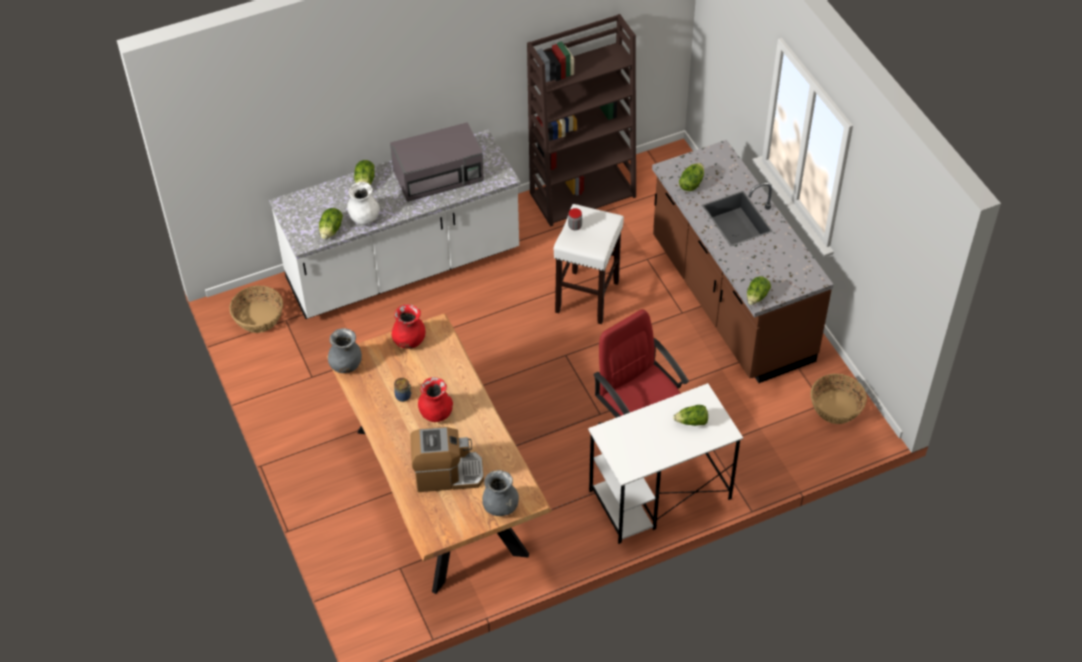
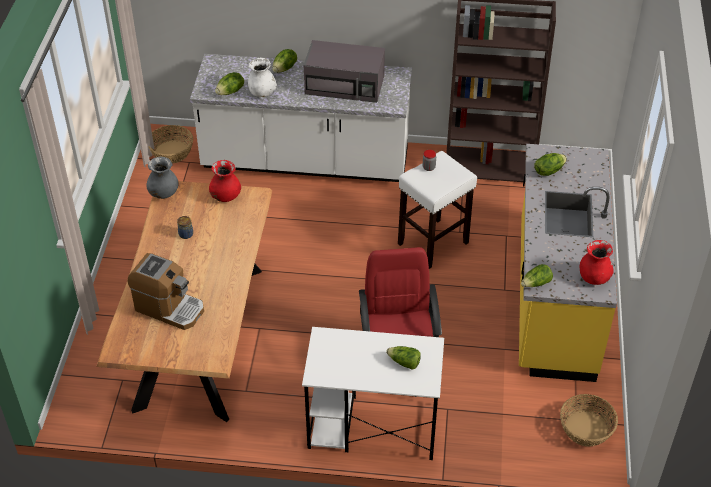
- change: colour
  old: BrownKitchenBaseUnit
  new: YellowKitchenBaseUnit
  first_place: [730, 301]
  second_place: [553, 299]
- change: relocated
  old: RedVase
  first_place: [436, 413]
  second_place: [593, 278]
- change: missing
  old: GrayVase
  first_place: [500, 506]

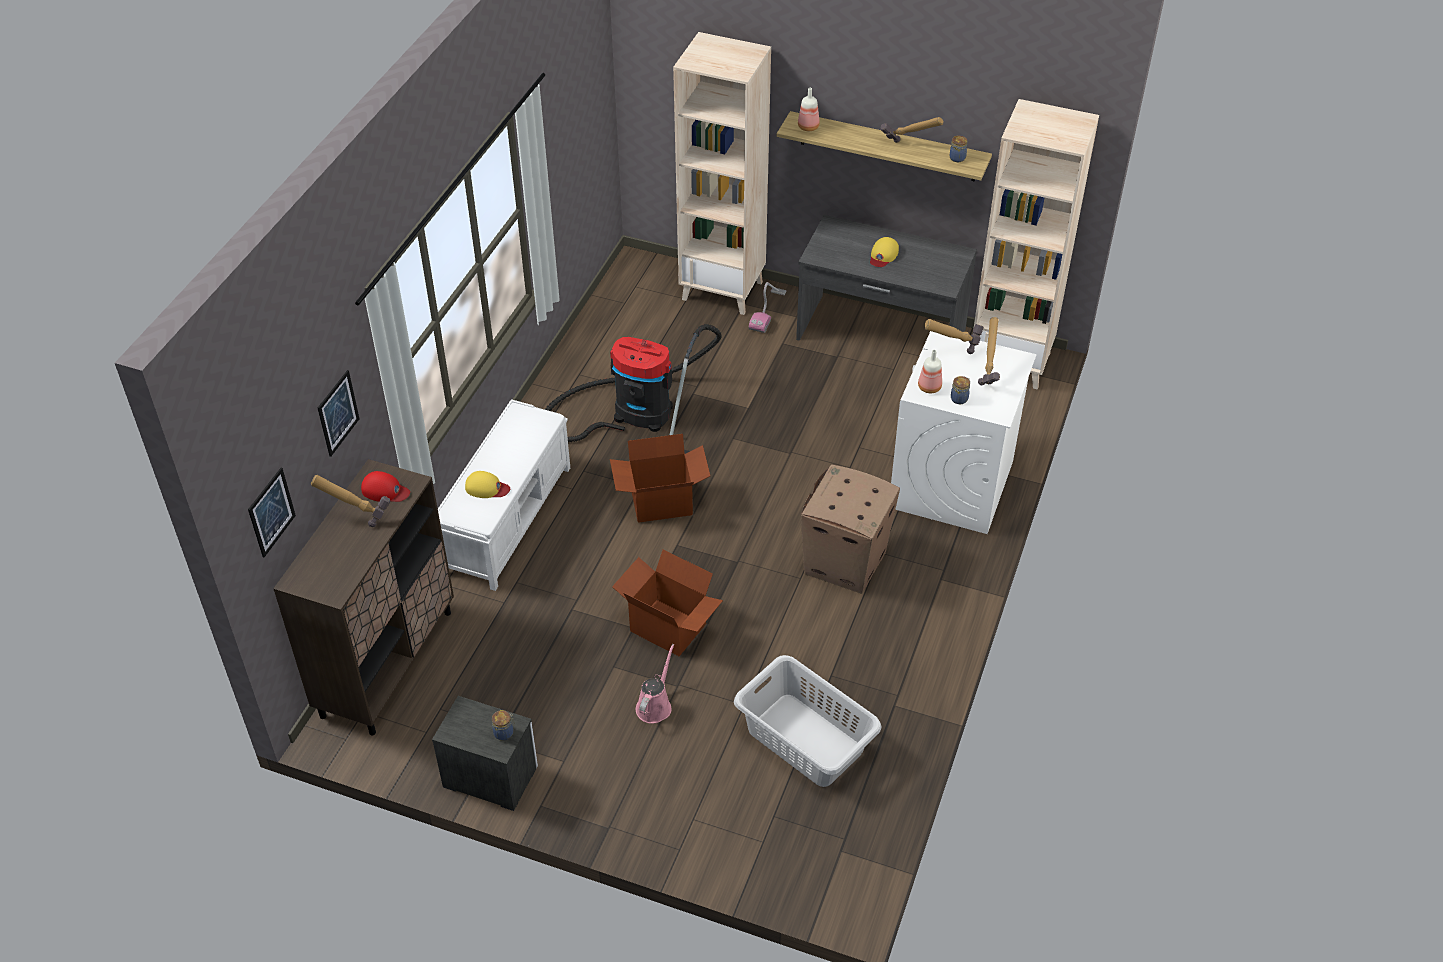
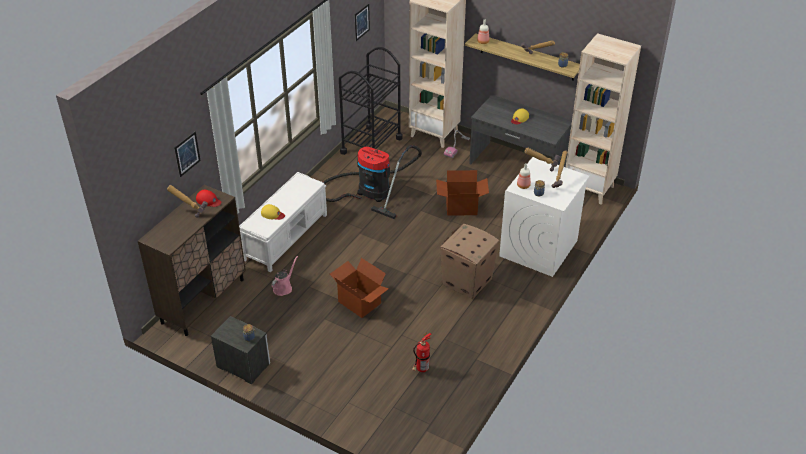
- change: relocated
  old: CardboardBox
  first_place: [661, 503]
  second_place: [461, 207]
- change: relocated
  old: Picture
  first_place: [271, 512]
  second_place: [362, 22]
- change: relocated
  old: PinkColouredWateringCan
  first_place: [655, 705]
  second_place: [284, 287]
- change: exchanged
  old: GrayWashingBasket
  new: FireExtinguisher
  first_place: [805, 739]
  second_place: [421, 369]
- change: appeared
  new: BlackWheeledCart
  second_place: [371, 145]

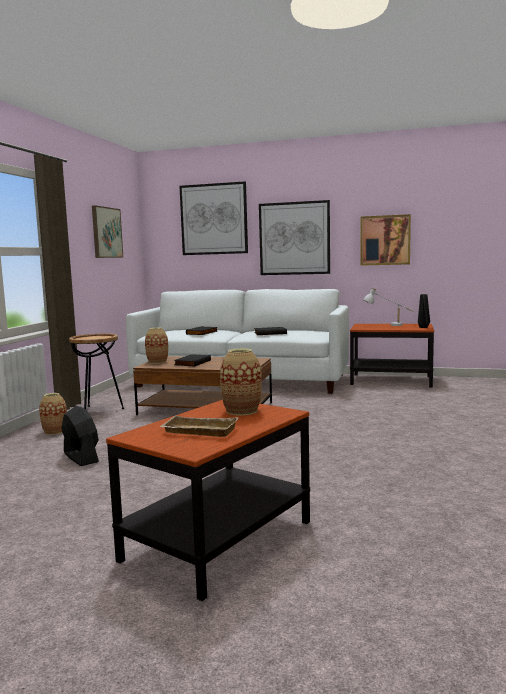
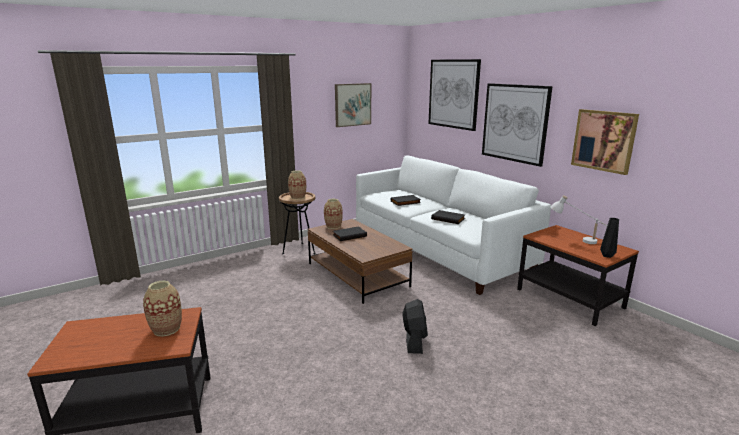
- change: relocated
  old: Vase
  first_place: [54, 431]
  second_place: [298, 197]
- change: relocated
  old: BlackFan
  first_place: [81, 457]
  second_place: [414, 340]
- change: missing
  old: BeigeServingTray
  first_place: [198, 431]

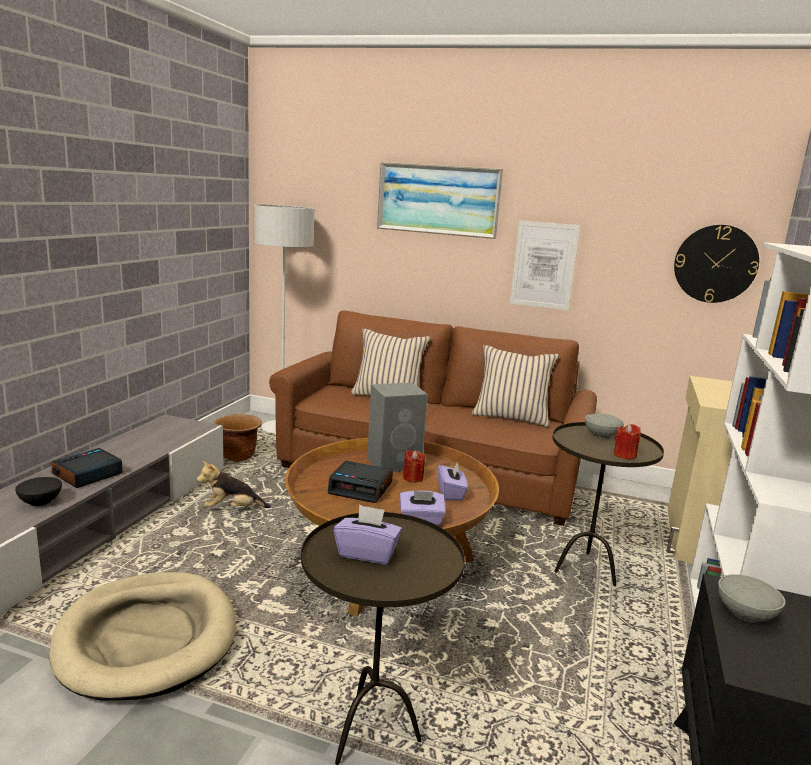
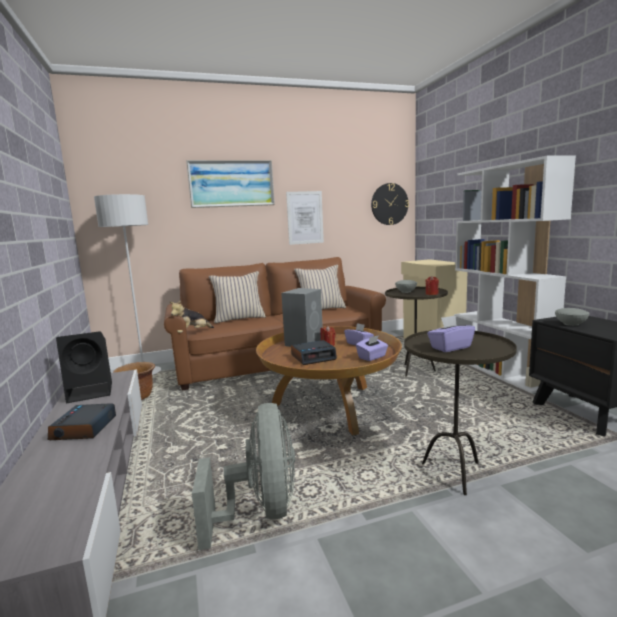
- change: relocated
  old: PlushToy
  first_place: [232, 509]
  second_place: [192, 333]
- change: missing
  old: BlackBowl
  first_place: [40, 501]
- change: exchanged
  old: BeigeDogCushion
  new: GrayFan
  first_place: [147, 638]
  second_place: [261, 511]
- change: appeared
  new: BlackAudioSpeaker
  second_place: [92, 392]

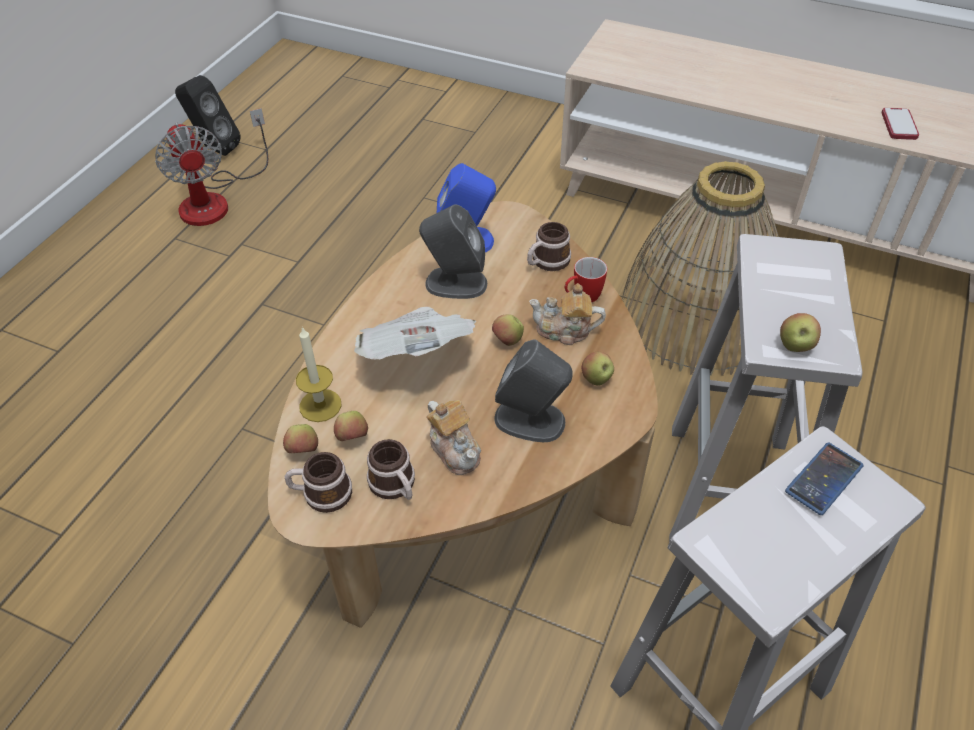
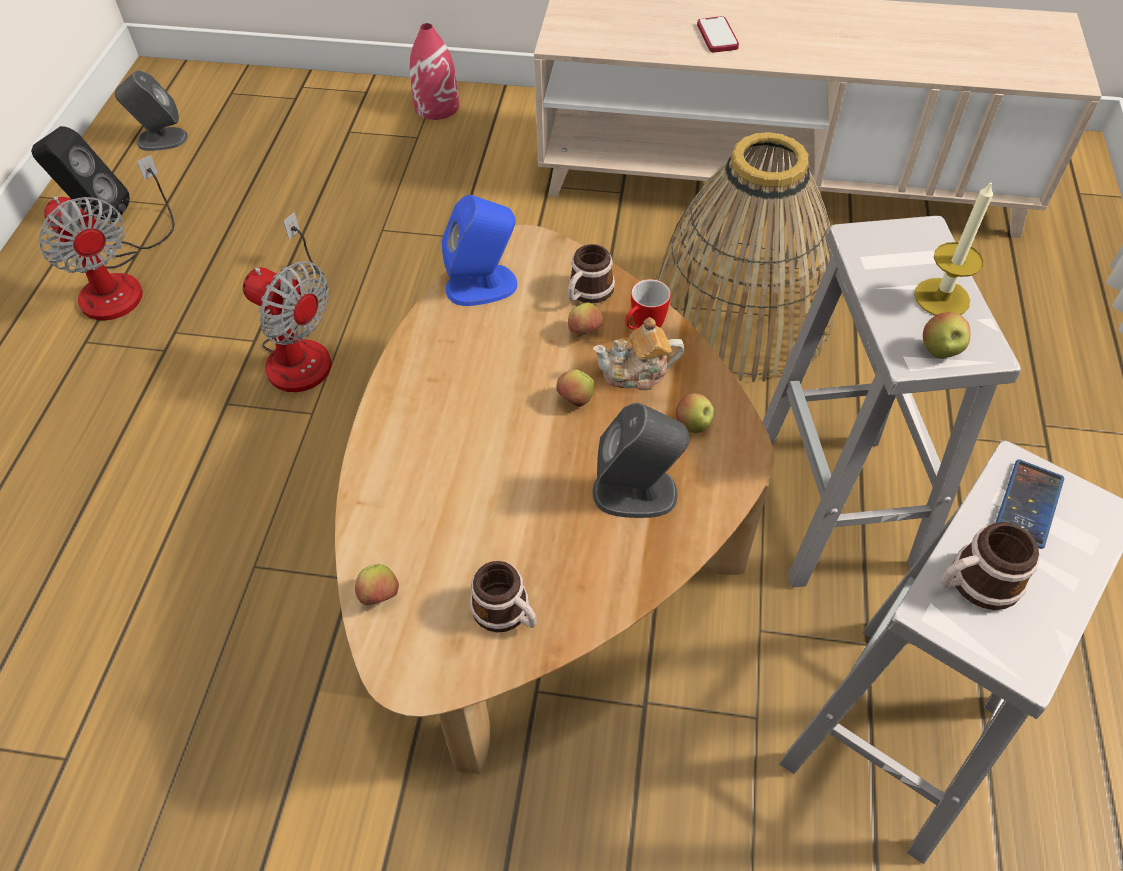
- change: relocated
  old: Handset
  first_place: [899, 125]
  second_place: [717, 36]
- change: relocated
  old: GrayAudioSpeaker
  first_place: [455, 283]
  second_place: [161, 139]
- change: missing
  old: DailyPaper
  first_place: [416, 354]
- change: relocated
  old: WaxCandle
  first_place: [320, 405]
  second_place: [942, 298]
- change: missing
  old: TeaPot
  first_place: [455, 449]
- change: relocated
  old: WholeApple
  first_place: [352, 438]
  second_place: [585, 333]
- change: relocated
  old: CoffeeMug
  first_place: [321, 493]
  second_place: [975, 583]
- change: appeared
  new: RedVase
  second_place: [437, 106]
- change: appeared
  new: Fan
  second_place: [301, 348]

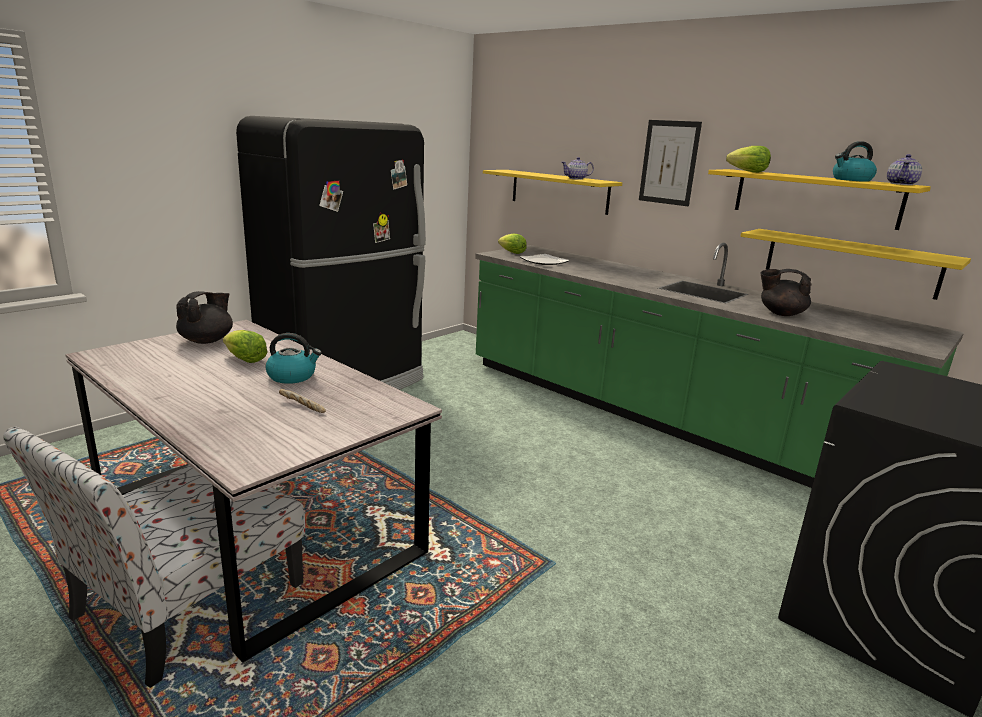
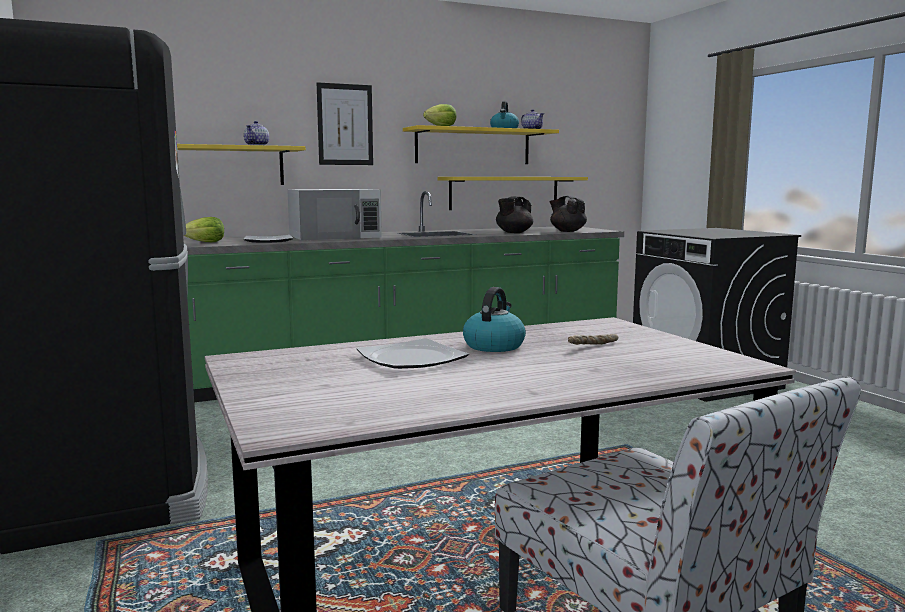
- change: relocated
  old: BlackTeaPot
  first_place: [207, 340]
  second_place: [567, 231]
- change: exchanged
  old: Lettuce
  new: FlatDish
  first_place: [245, 360]
  second_place: [413, 359]
- change: appeared
  new: WhitishMicrowaveOven
  second_place: [335, 236]

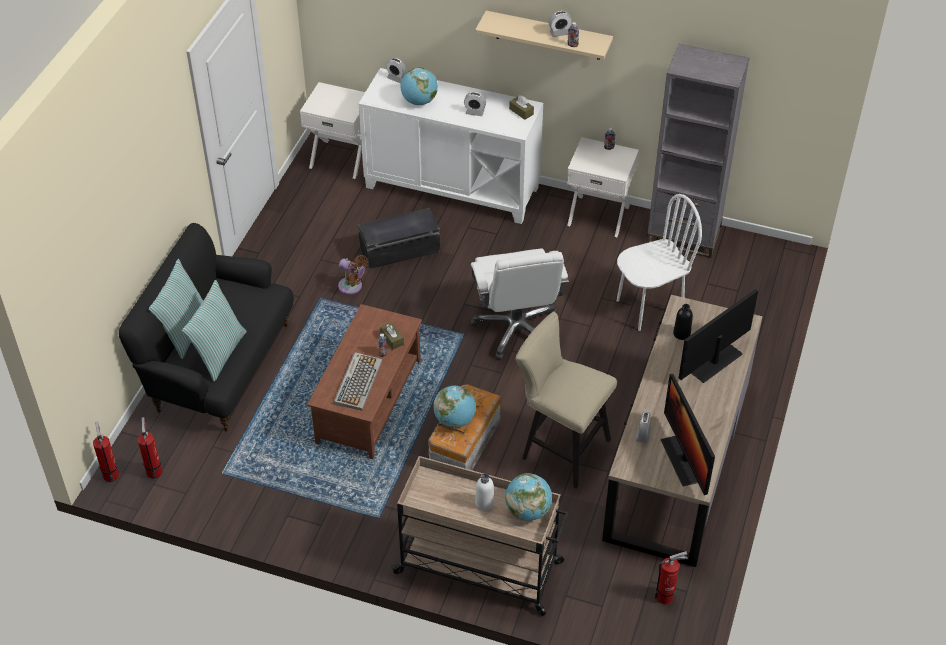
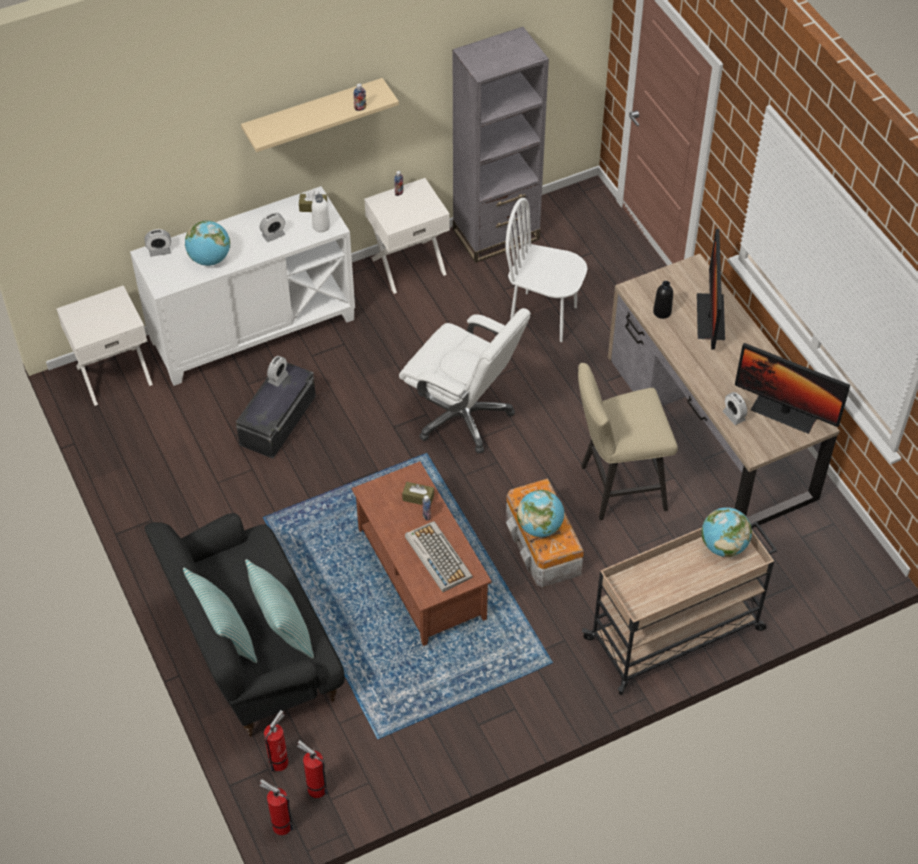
- change: relocated
  old: BedsideClock
  first_place: [559, 33]
  second_place: [278, 378]
- change: spun
  old: WhitishChair
  first_place: [649, 307]
  second_place: [543, 317]
  degrees: -90
- change: missing
  old: BrownFan
  first_place: [352, 287]
- change: relocated
  old: WhitishBottle
  first_place: [484, 503]
  second_place: [321, 226]
- change: relocated
  old: FireExtinguisher
  first_place: [667, 596]
  second_place: [280, 760]

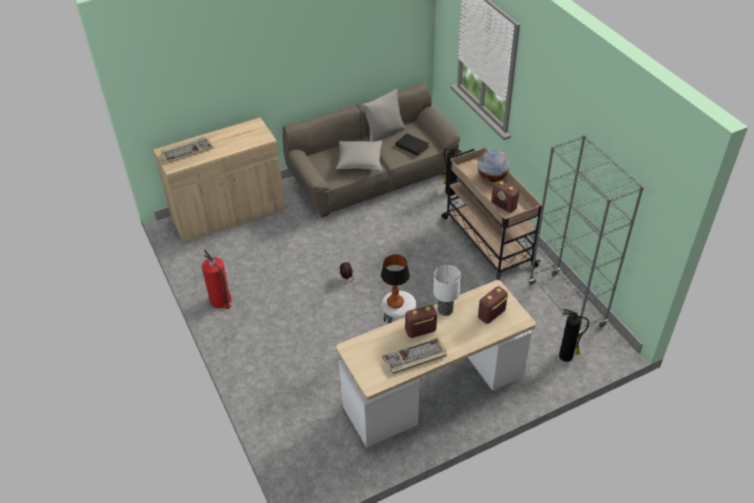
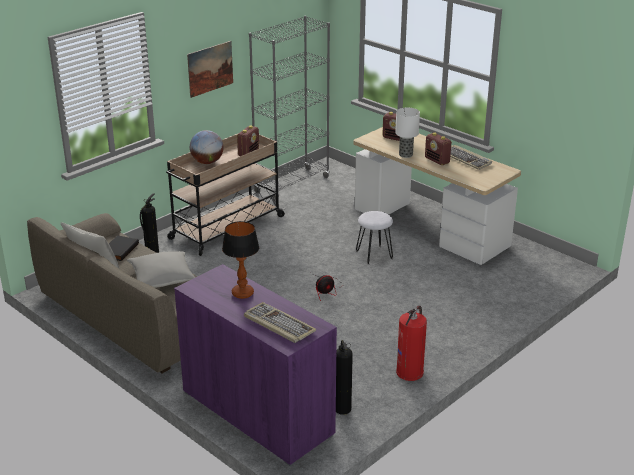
- change: colour
  old: BeigeCabinet
  new: PurpleColouredCabinet
  first_place: [228, 214]
  second_place: [257, 413]
- change: relocated
  old: TableLamp
  first_place: [395, 303]
  second_place: [243, 293]
- change: relocated
  old: FireExtinguisher
  first_place: [566, 356]
  second_place: [342, 408]
- change: appeared
  new: Picture
  second_place: [210, 68]

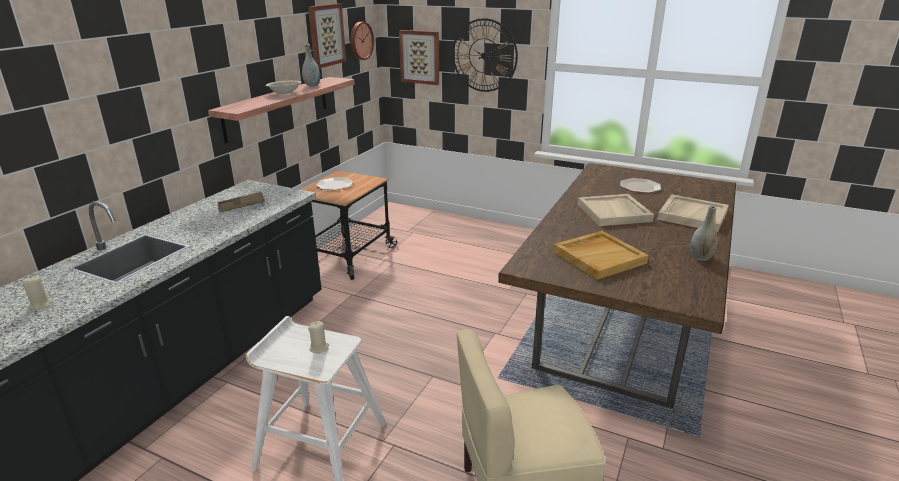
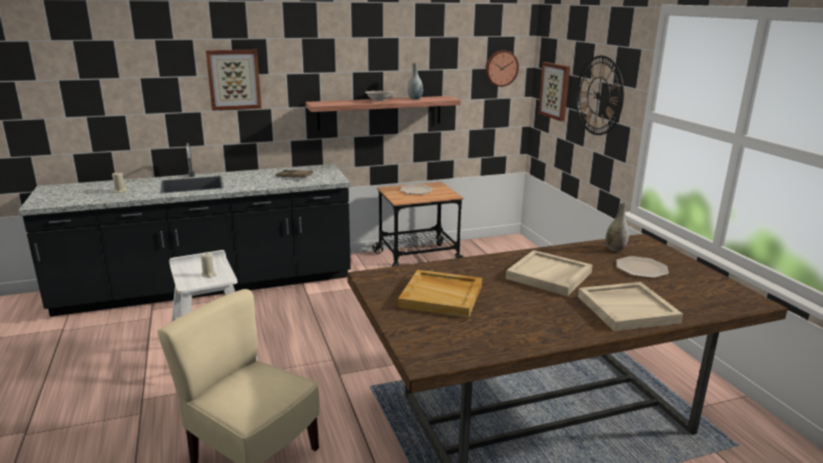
- change: relocated
  old: Picture
  first_place: [326, 35]
  second_place: [234, 79]
- change: relocated
  old: GrayVase
  first_place: [700, 258]
  second_place: [615, 249]

